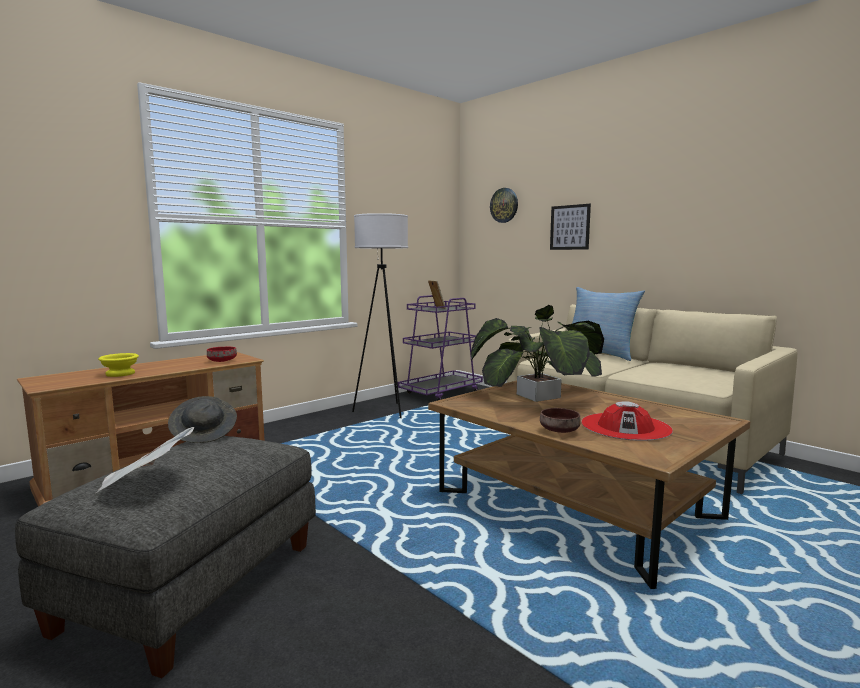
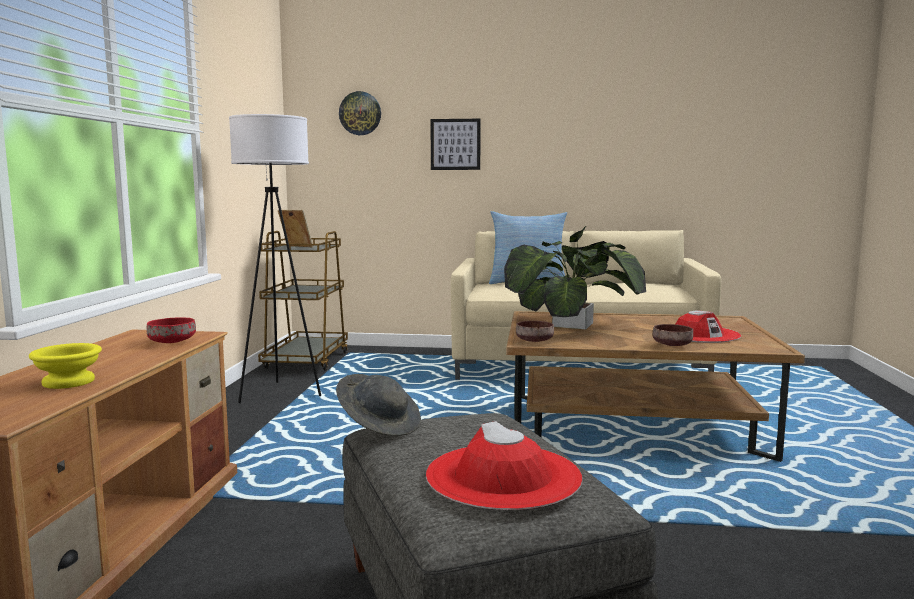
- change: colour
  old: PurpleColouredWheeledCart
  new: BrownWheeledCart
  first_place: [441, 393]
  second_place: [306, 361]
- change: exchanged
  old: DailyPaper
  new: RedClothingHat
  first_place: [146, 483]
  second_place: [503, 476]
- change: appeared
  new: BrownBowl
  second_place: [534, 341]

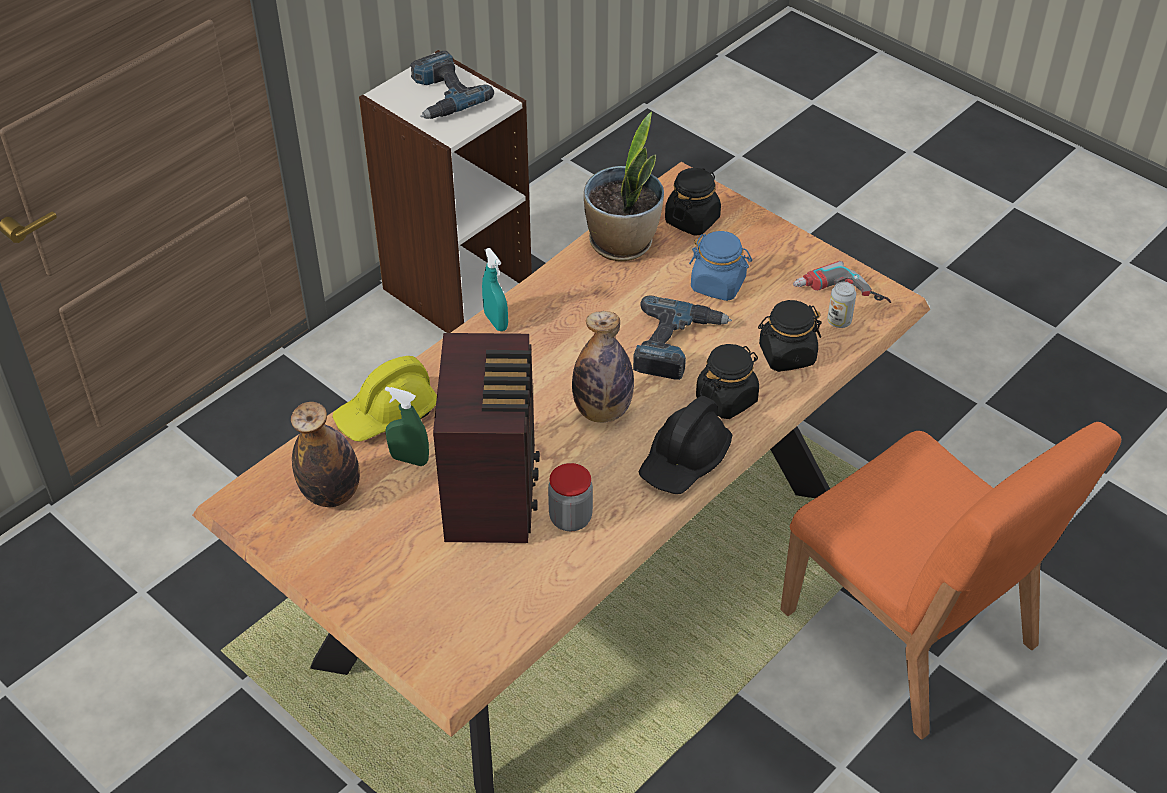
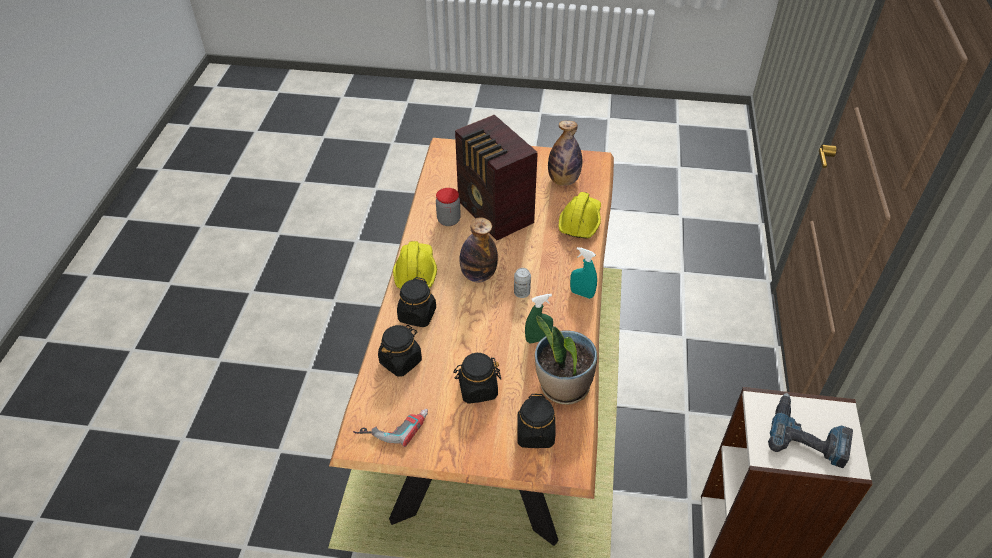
- change: colour
  old: BlueColouredPreserveJar
  new: BlackPreserveJar
  first_place: [718, 284]
  second_place: [477, 389]
- change: relocated
  old: MetalCan
  first_place: [839, 321]
  second_place: [521, 293]
- change: missing
  old: Drill
  first_place: [676, 345]
- change: relocated
  old: GreenSprayer
  first_place: [409, 459]
  second_place: [538, 339]
- change: colour
  old: BlackWorkHelmet
  new: YellowWorkHelmet
  first_place: [684, 460]
  second_place: [415, 271]
- change: missing
  old: OrangeyChair
  first_place: [909, 631]

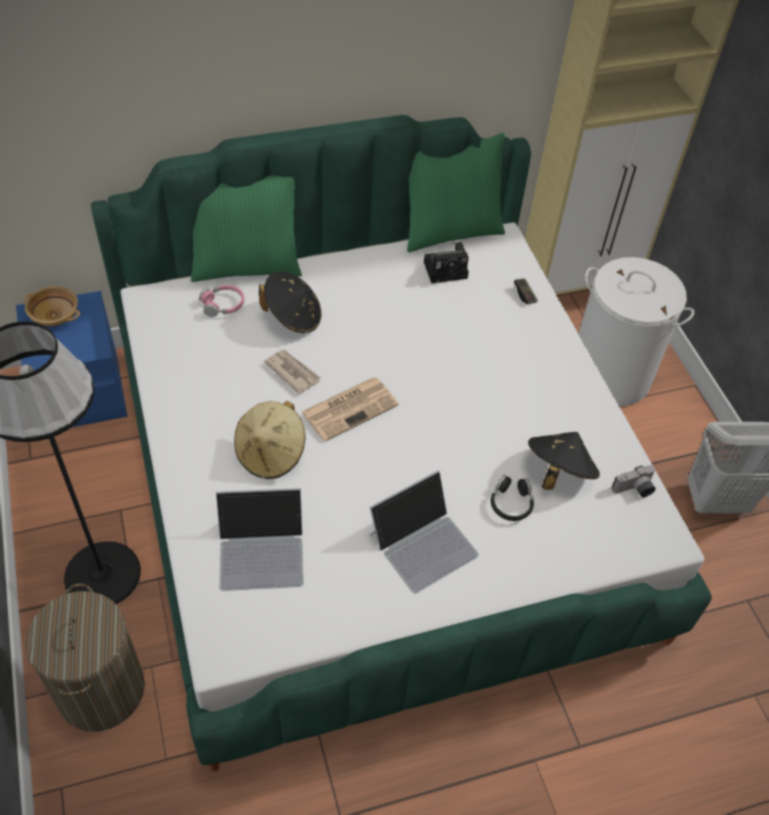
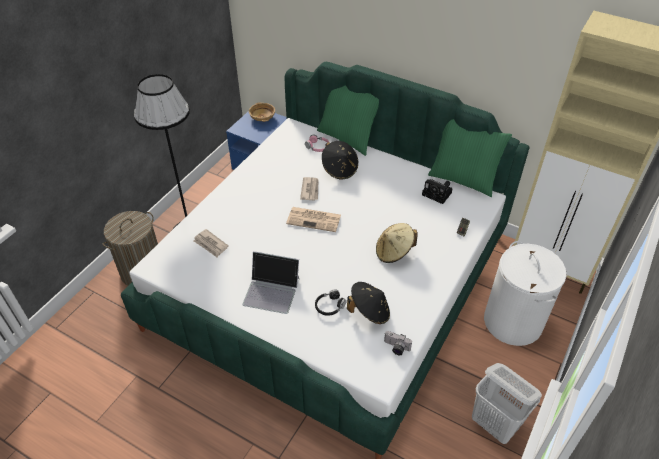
- change: relocated
  old: BeigeClothingHat
  first_place: [271, 454]
  second_place: [394, 252]
- change: exchanged
  old: PortableComputer
  new: DailyPaper
  first_place: [262, 551]
  second_place: [210, 244]

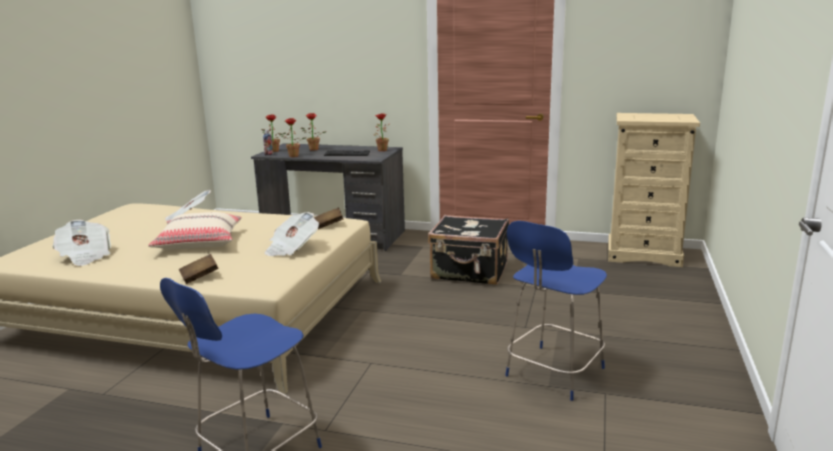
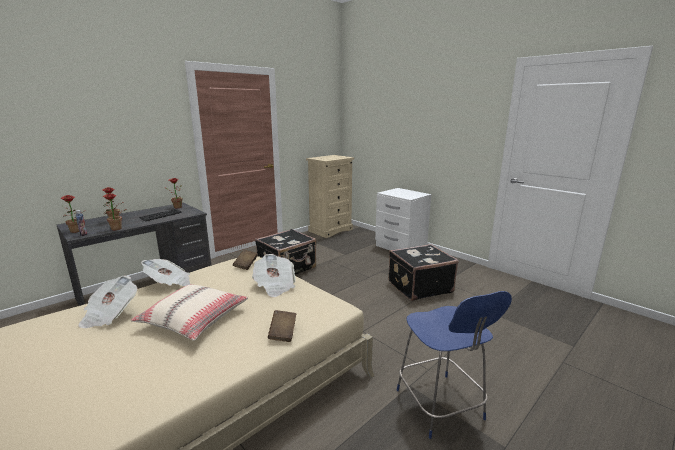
- change: relocated
  old: DailyPaper
  first_place: [85, 256]
  second_place: [169, 283]
- change: exchanged
  old: BlueColouredChair
  new: BlackPieceOfLuggage
  first_place: [553, 373]
  second_place: [419, 287]
- change: appeared
  new: WhitishNightstand
  second_place: [400, 247]

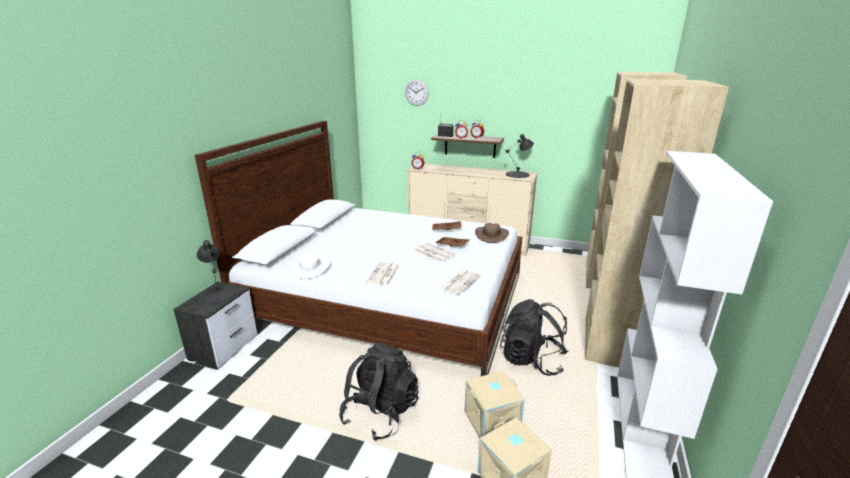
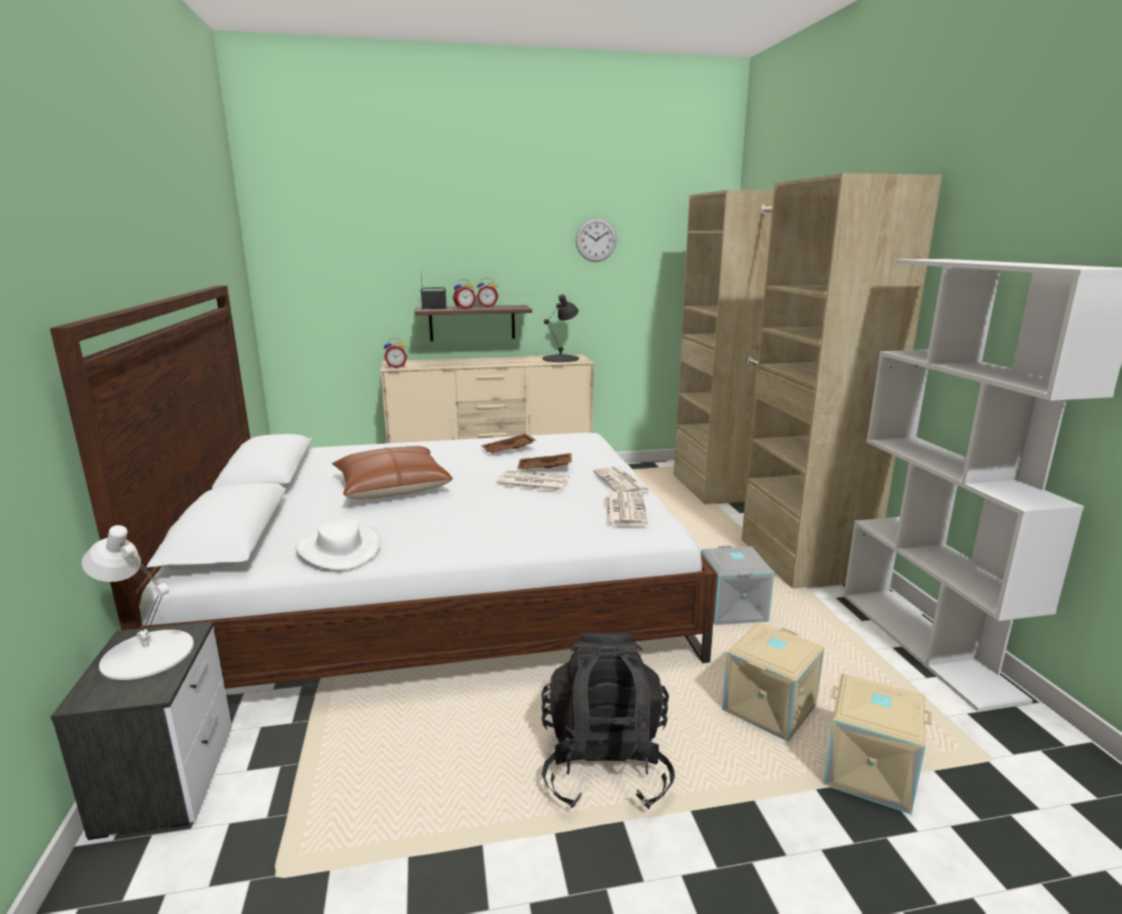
- change: relocated
  old: ClockOnTheWall
  first_place: [416, 92]
  second_place: [596, 240]
- change: missing
  old: BrownClothingHat
  first_place: [491, 235]
- change: colour
  old: BlackTableLamp
  new: WhitishTableLamp
  first_place: [218, 294]
  second_place: [147, 653]
- change: relocated
  old: DailyPaper
  first_place: [384, 274]
  second_place: [621, 482]
- change: exchanged
  old: BlackKnapsack
  new: GrayStorageContainer
  first_place: [532, 360]
  second_place: [733, 609]
- change: appeared
  new: BrownCushion
  second_place: [392, 487]

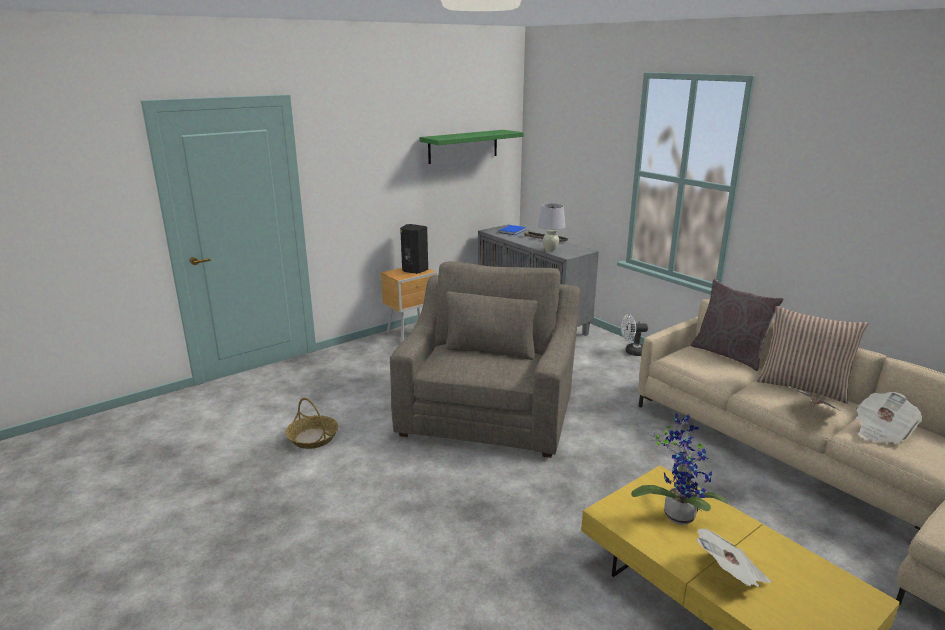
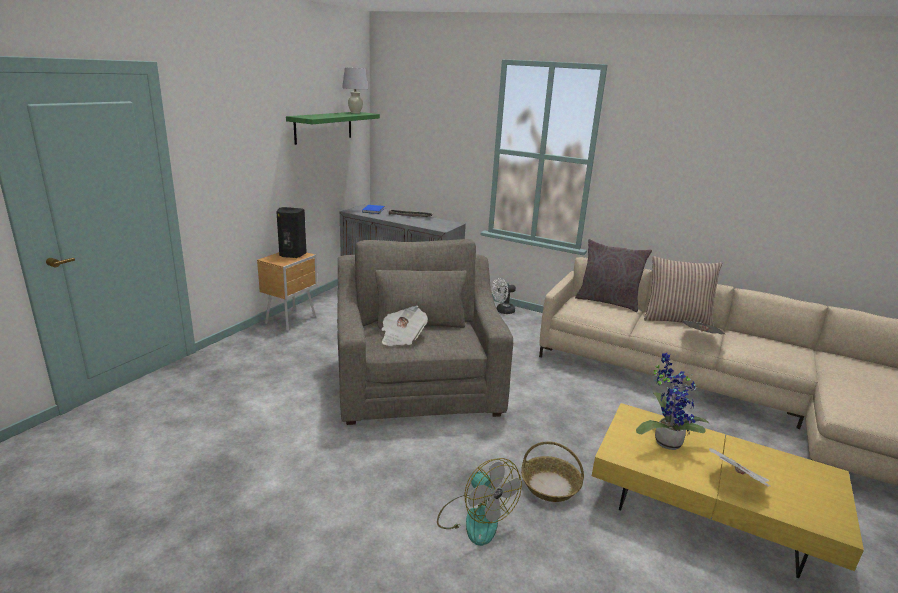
- change: relocated
  old: WhitishTableLamp
  first_place: [550, 250]
  second_place: [355, 113]
- change: relocated
  old: DailyPaper
  first_place: [881, 431]
  second_place: [401, 337]
- change: relocated
  old: StorageBasket
  first_place: [313, 438]
  second_place: [550, 485]
- change: appeared
  new: Fan
  second_place: [475, 518]

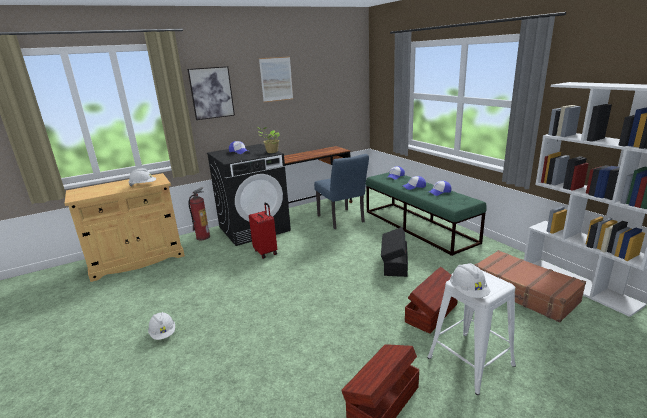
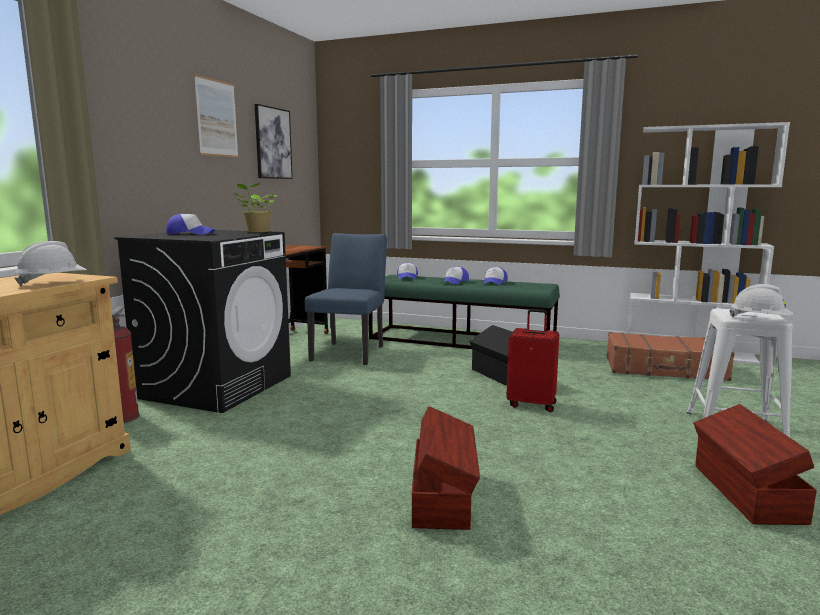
- change: relocated
  old: Picture
  first_place: [211, 93]
  second_place: [273, 143]
- change: spun
  old: BlueColouredChair
  first_place: [342, 220]
  second_place: [350, 352]
  degrees: -105
- change: relocated
  old: RedPieceOfLuggage
  first_place: [266, 252]
  second_place: [532, 404]
- change: relocated
  old: BrownStorageContainer
  first_place: [432, 313]
  second_place: [443, 496]
- change: missing
  old: WhitishWorkHelmet
  first_place: [163, 333]

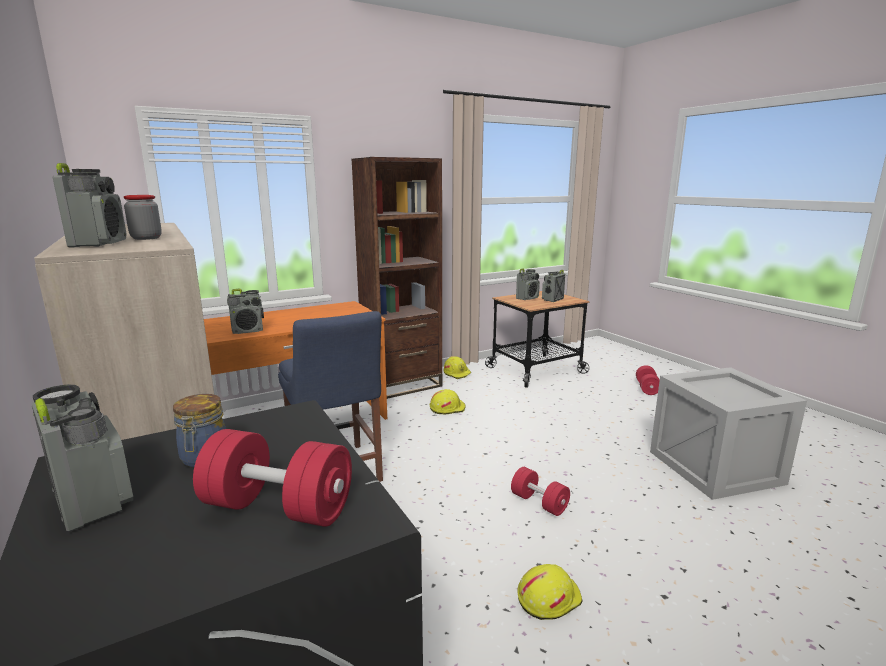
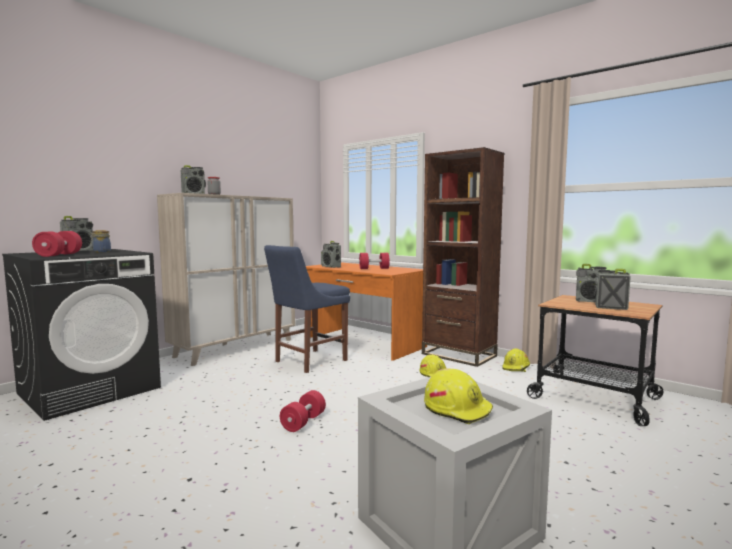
- change: relocated
  old: RedDumbbell
  first_place: [647, 388]
  second_place: [374, 268]
- change: relocated
  old: YellowWorkHelmet
  first_place: [548, 597]
  second_place: [457, 409]

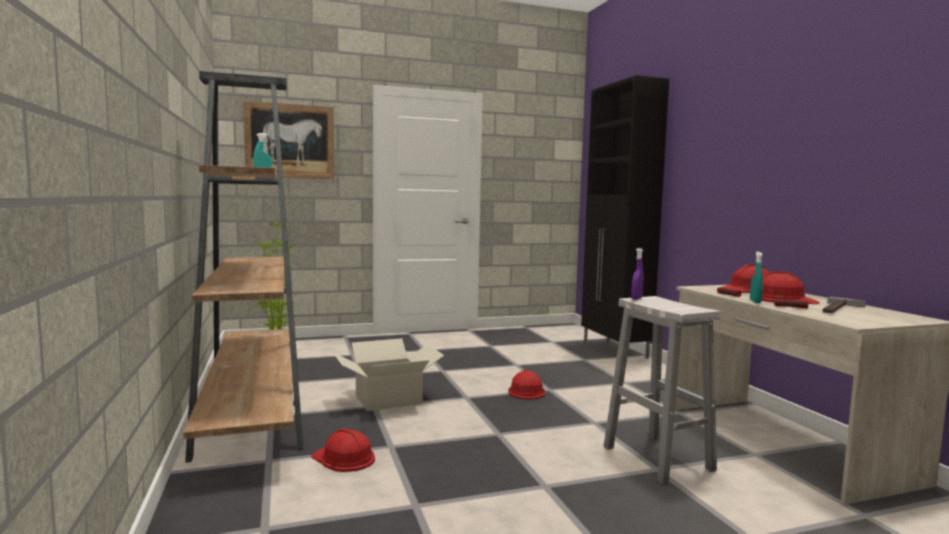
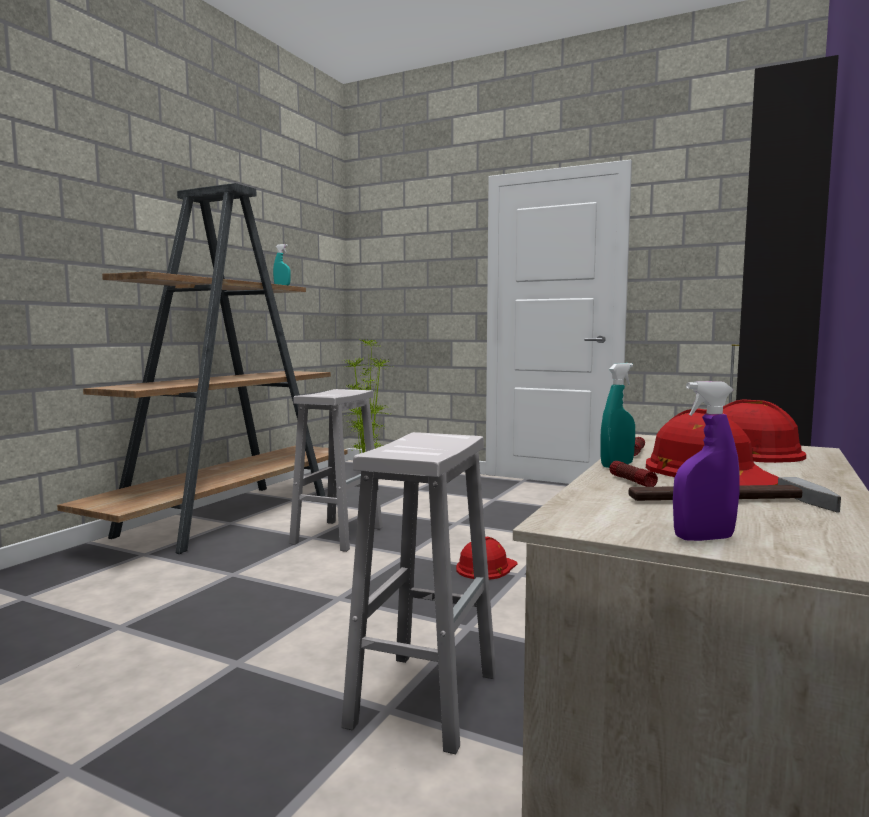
- change: missing
  old: Picture
  first_place: [290, 141]
- change: relocated
  old: PurpleColouredSprayer
  first_place: [636, 299]
  second_place: [703, 538]
- change: exchanged
  old: CardboardBox
  new: WhitishSittingStool
  first_place: [388, 399]
  second_place: [338, 535]
- change: missing
  old: RedWorkHelmet
  first_place: [344, 458]

